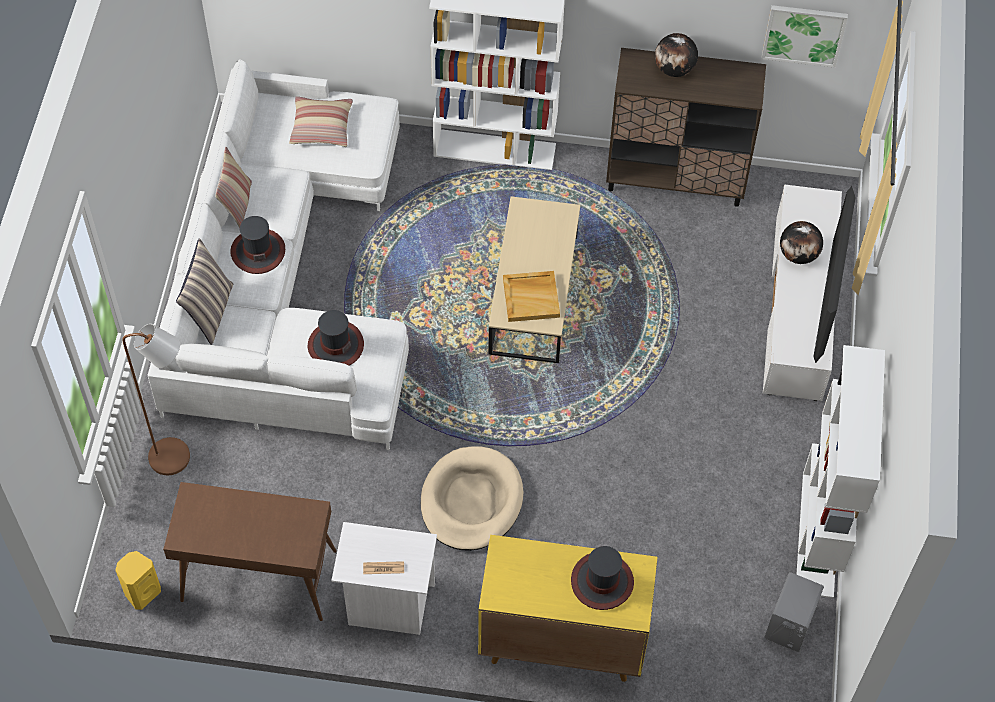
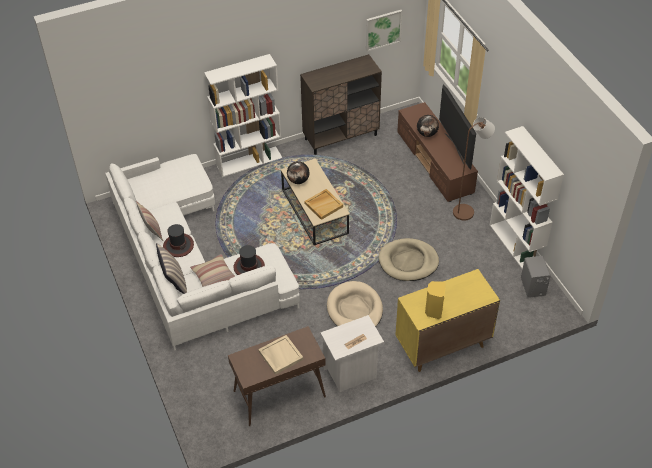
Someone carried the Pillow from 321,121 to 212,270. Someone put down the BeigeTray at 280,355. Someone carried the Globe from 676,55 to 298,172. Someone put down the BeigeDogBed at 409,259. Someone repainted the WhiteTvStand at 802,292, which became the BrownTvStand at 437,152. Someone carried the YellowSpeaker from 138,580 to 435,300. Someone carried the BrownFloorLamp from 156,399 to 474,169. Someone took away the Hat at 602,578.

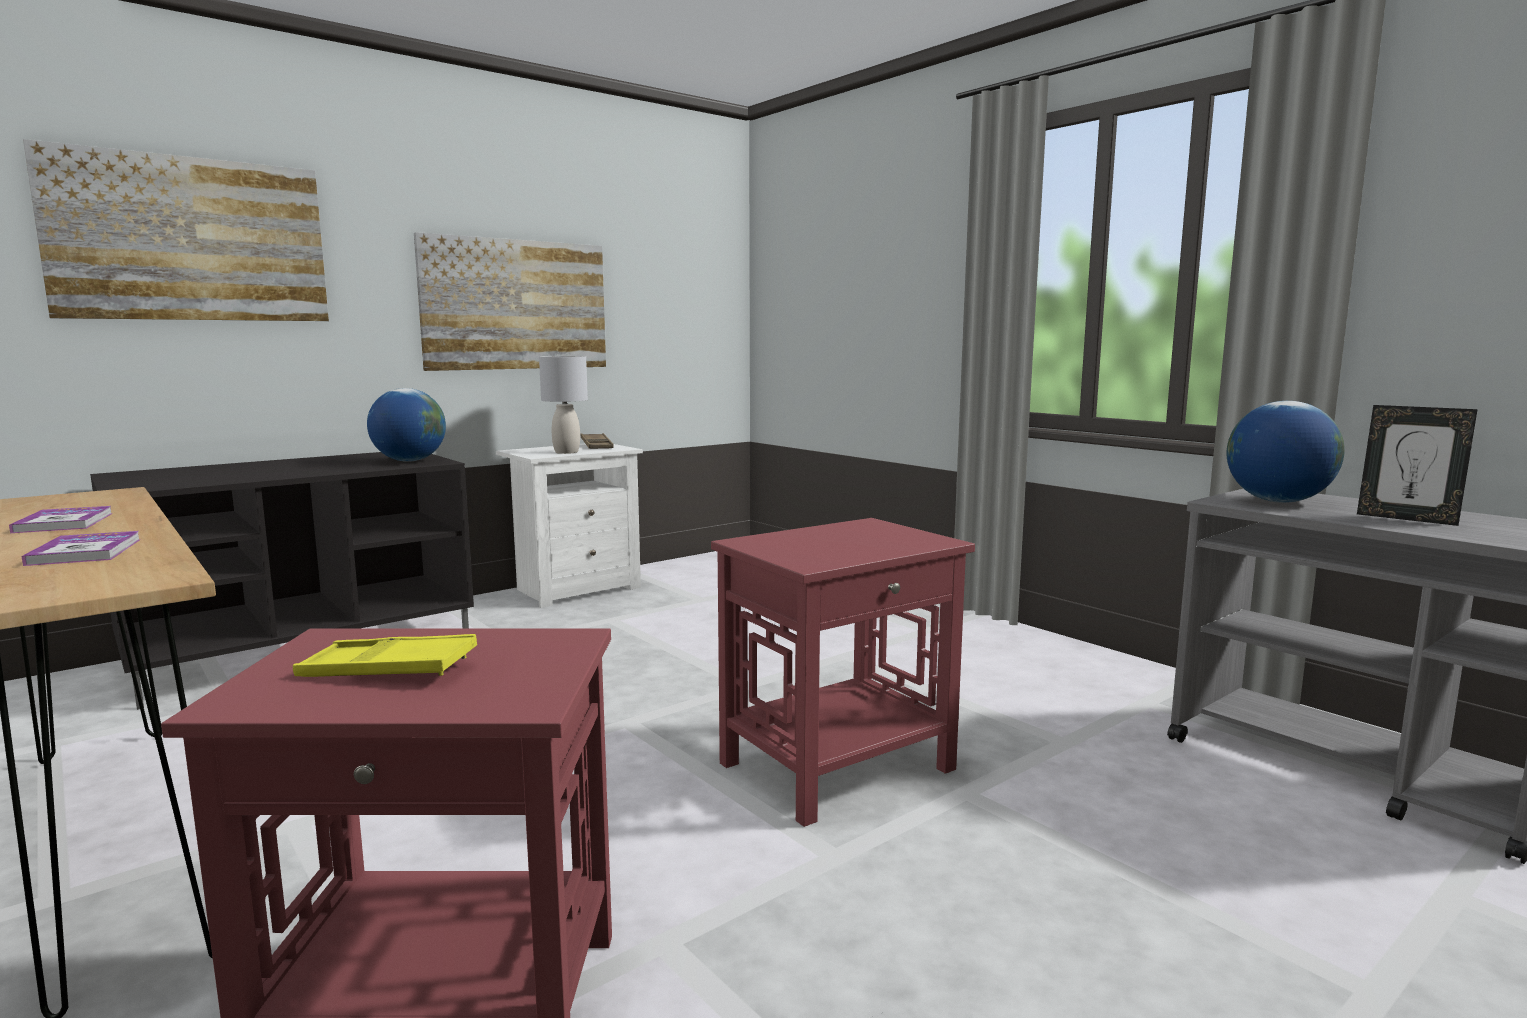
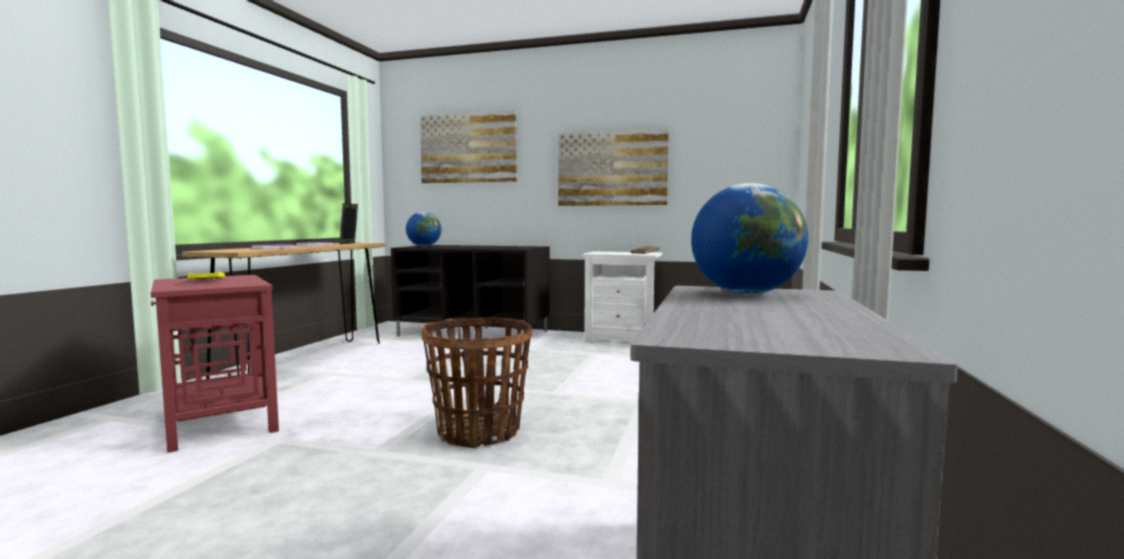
Someone carried the PictureFrame from 1417,465 to 349,223. Someone carried the Globe from 406,425 to 423,229. Someone swapped the RedSideTable at 843,672 for the Basket at 476,383. Someone took away the GreyTableLamp at 563,405.

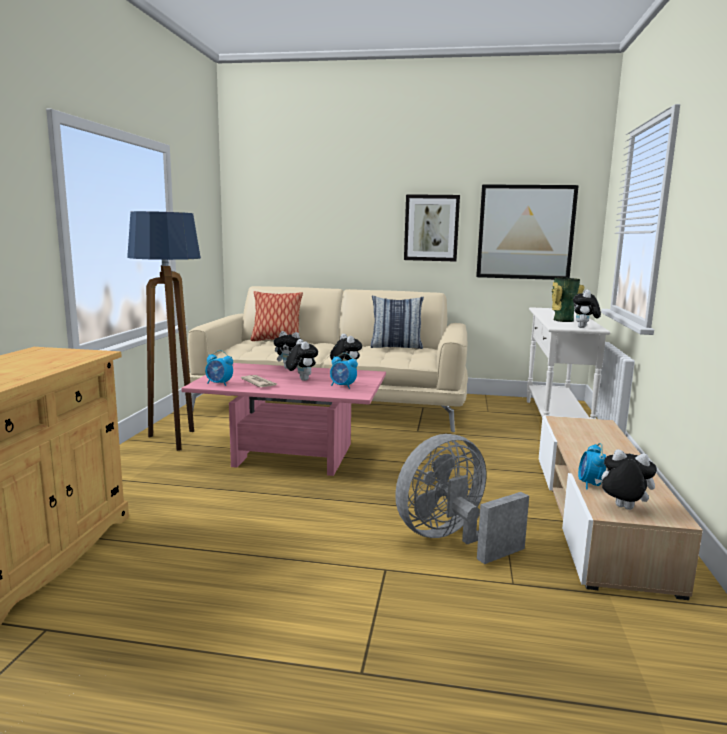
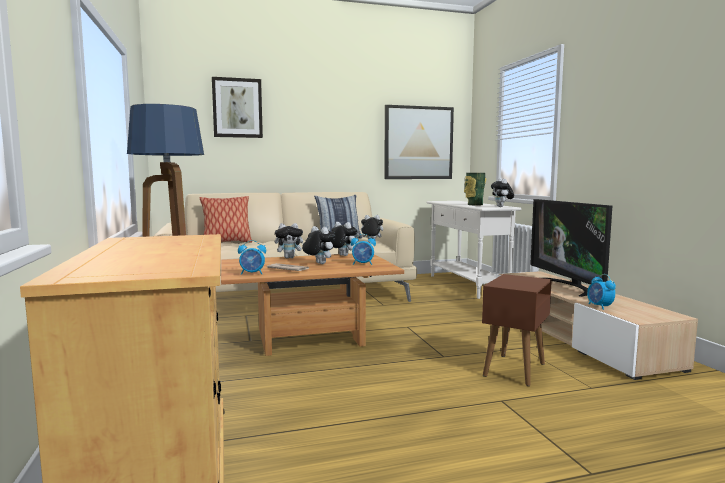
Someone carried the Picture from 432,228 to 237,107. Someone repainted the PinkCoffeeTable at 283,419, which became the BrownCoffeeTable at 312,305. Someone carried the PlushToy from 625,479 to 370,228. Someone swapped the GreyFan at 462,499 for the BrownSideTable at 517,330. Someone put down the Television at 571,248.

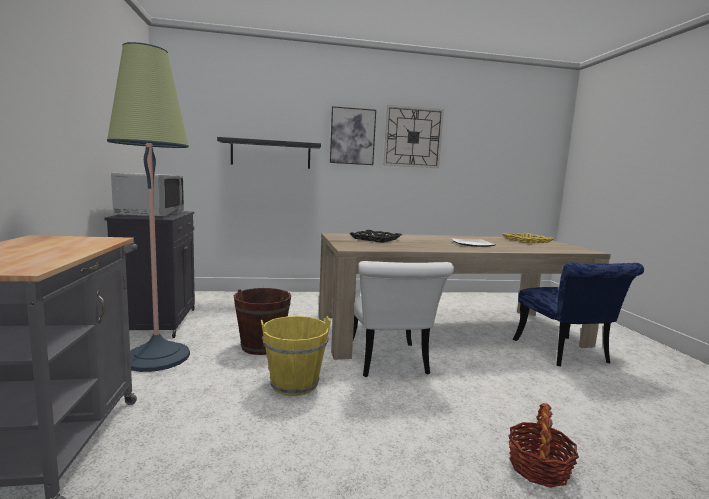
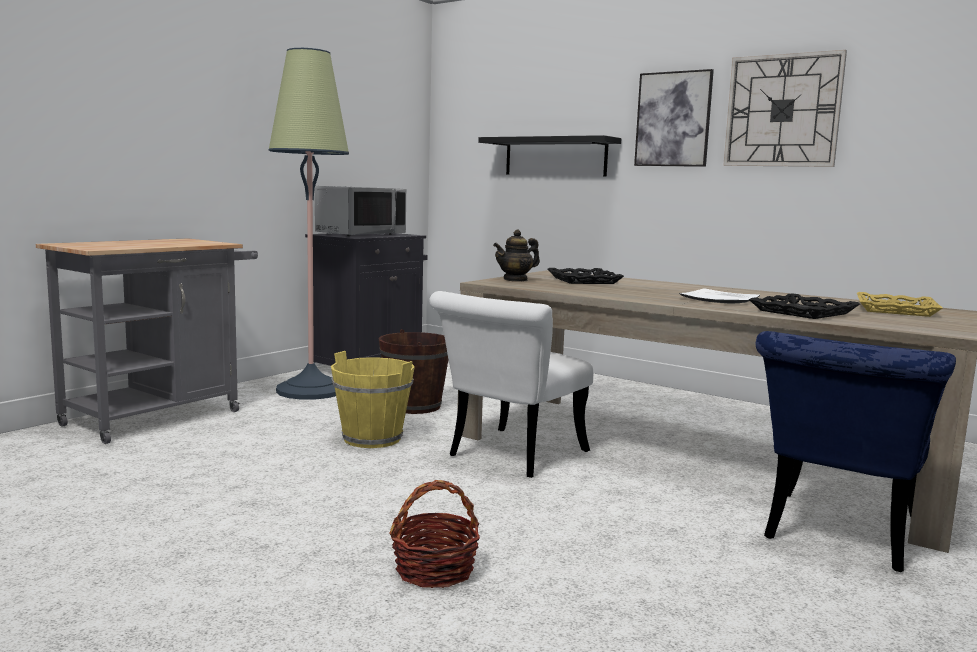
Someone put down the Teapot at 516,255. Someone put down the BlackTray at 804,306.

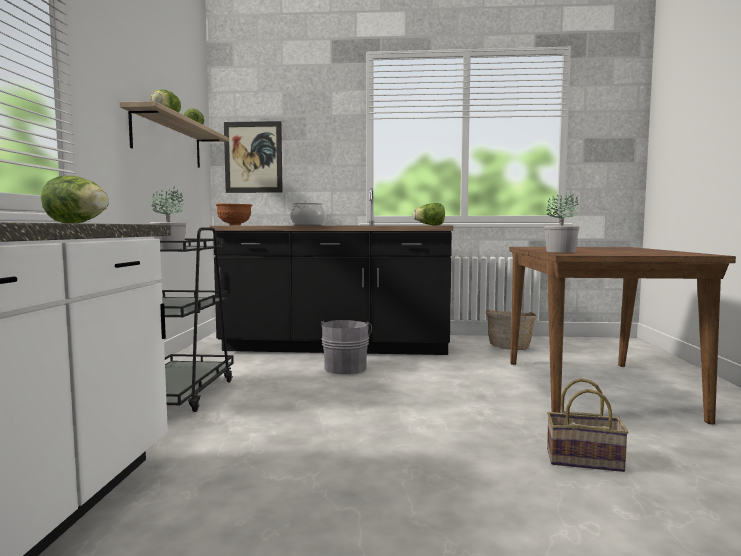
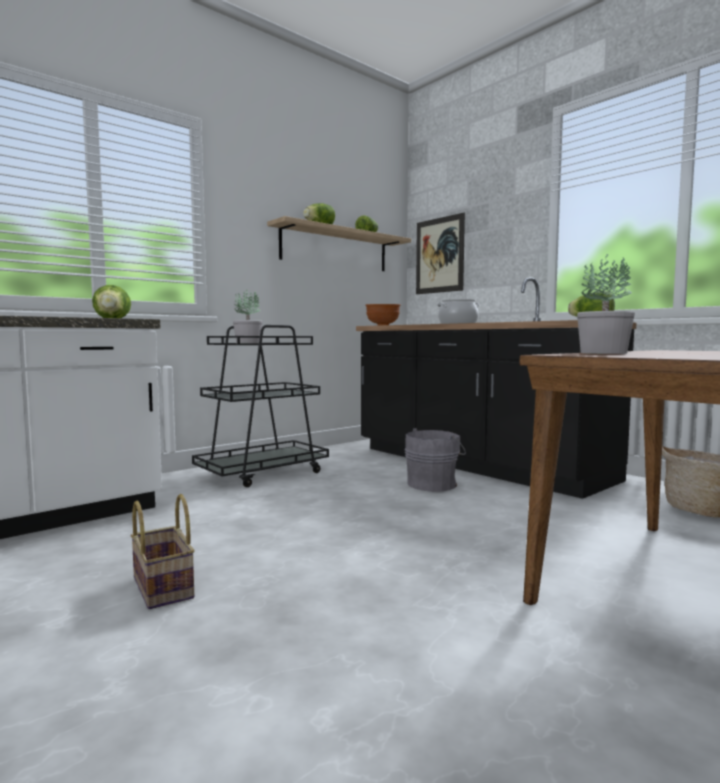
Someone carried the Basket from 588,425 to 163,551.

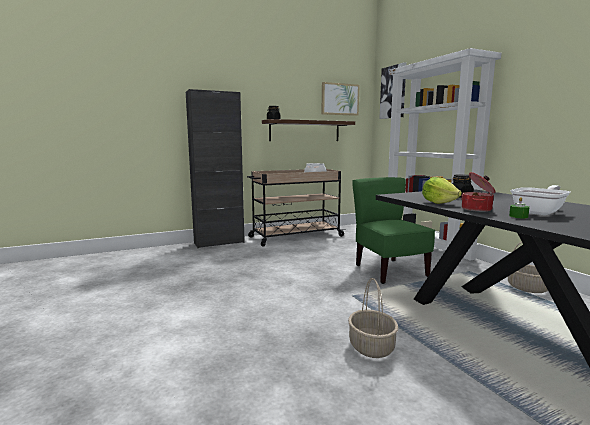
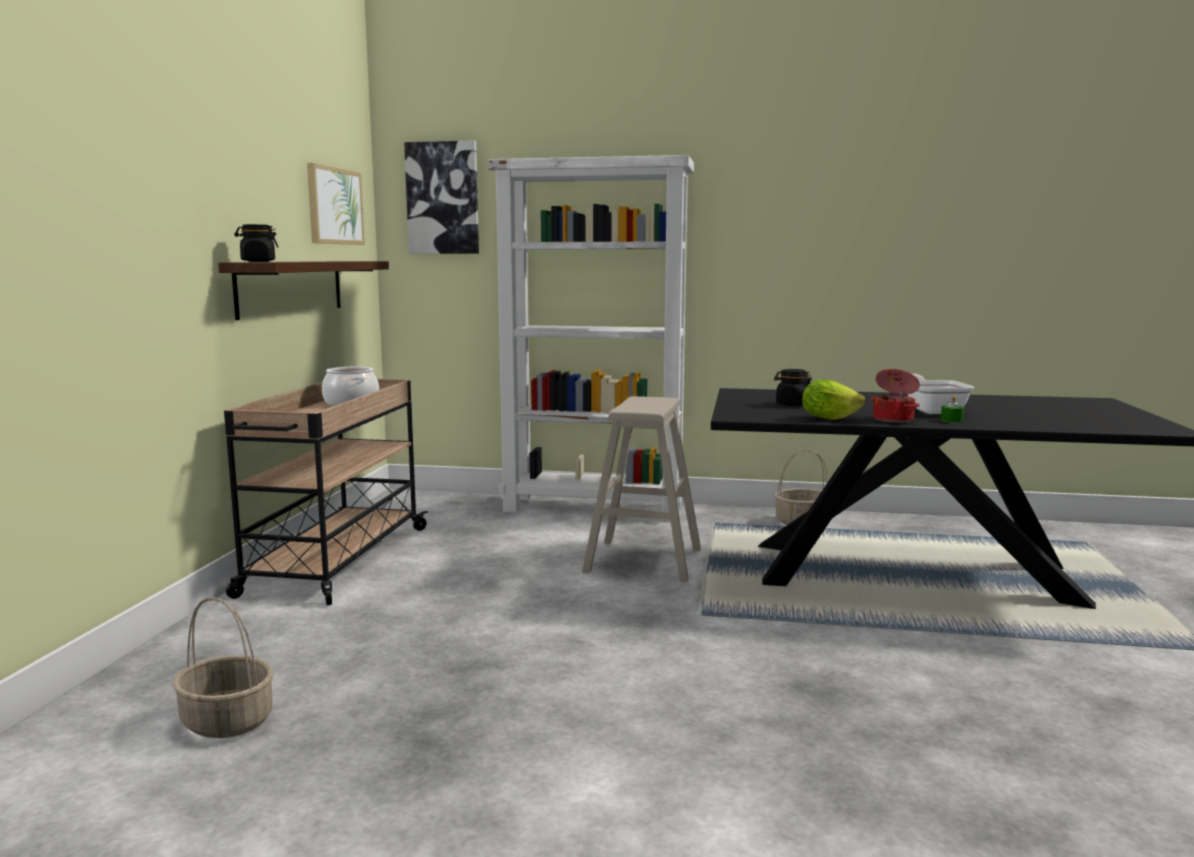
Someone carried the Basket from 373,318 to 223,667. Someone swapped the GreenChair at 393,230 for the BeigeStool at 641,489. Someone took away the BlackCabinet at 215,168.

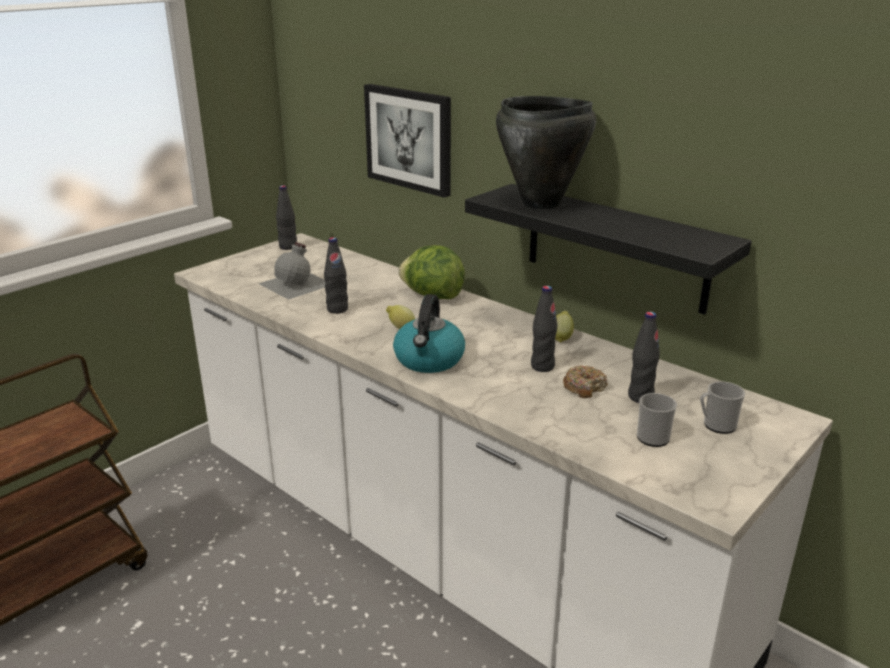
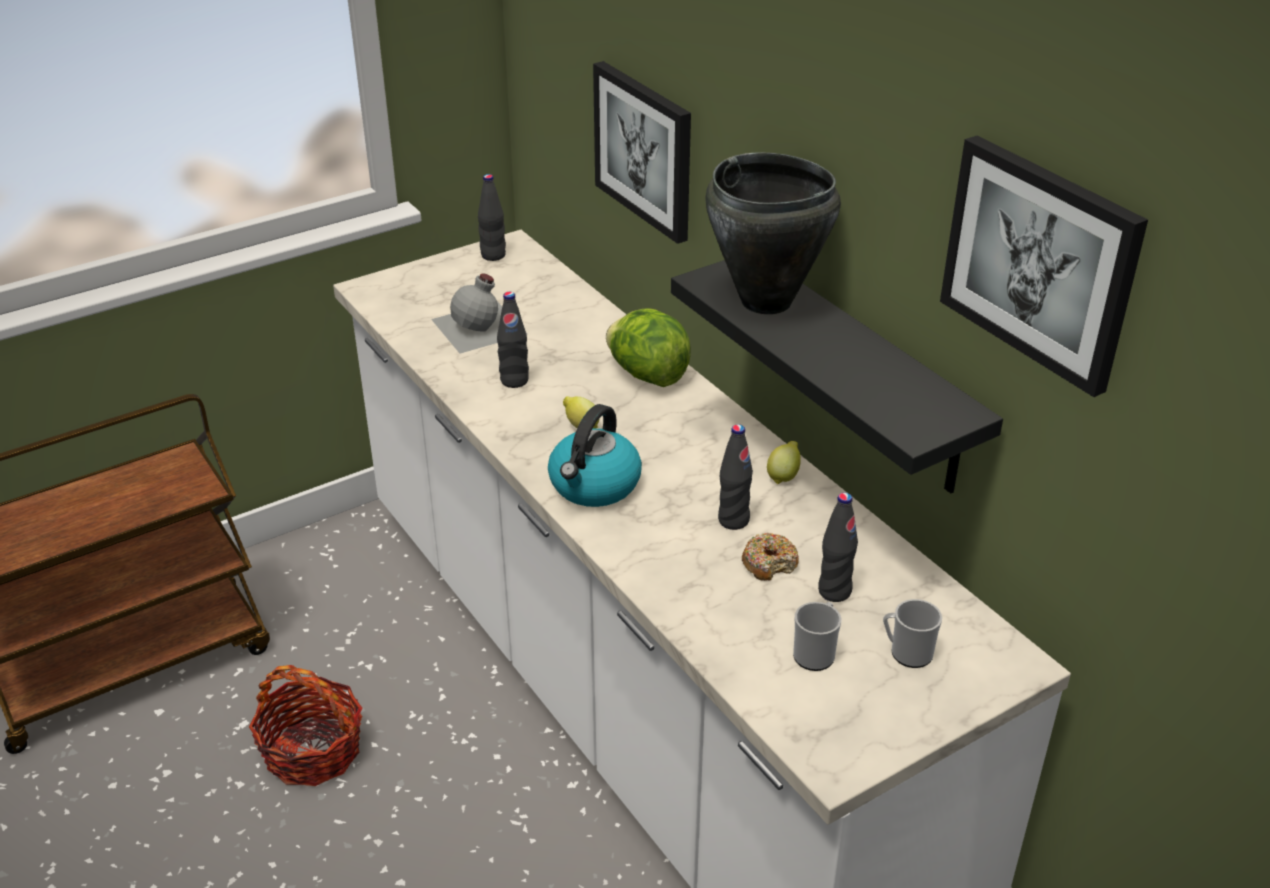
Someone put down the Basket at 306,725. Someone put up the Picture at 1044,266.

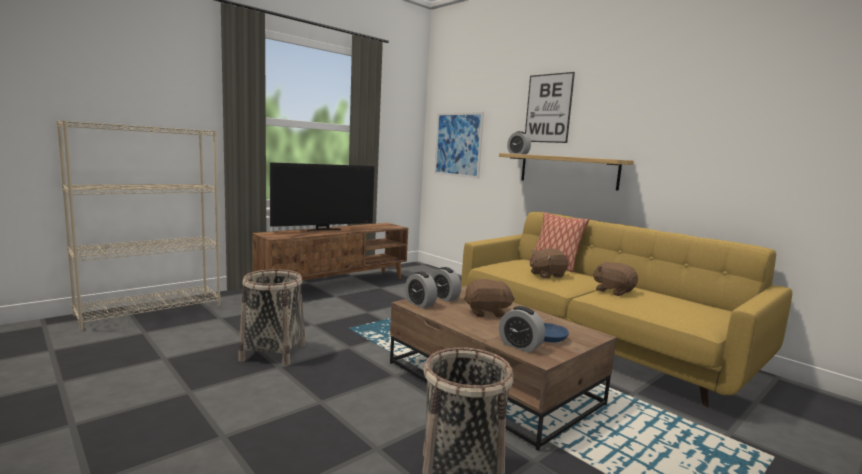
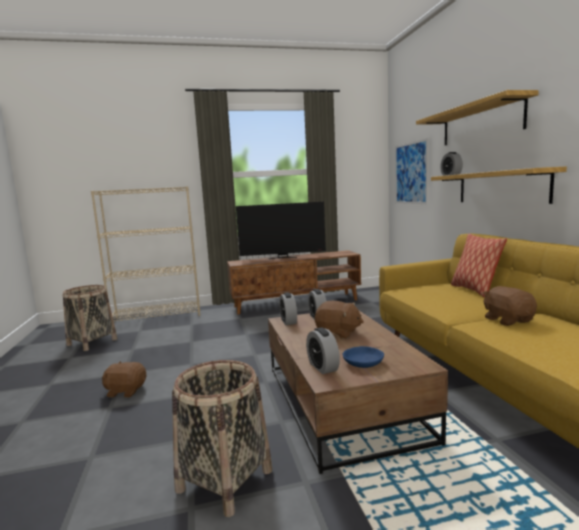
Someone carried the Basket from 271,317 to 89,318. Someone carried the BrownPlushToy from 549,263 to 124,379. Someone swapped the Picture at 550,107 for the Shelf at 477,117.

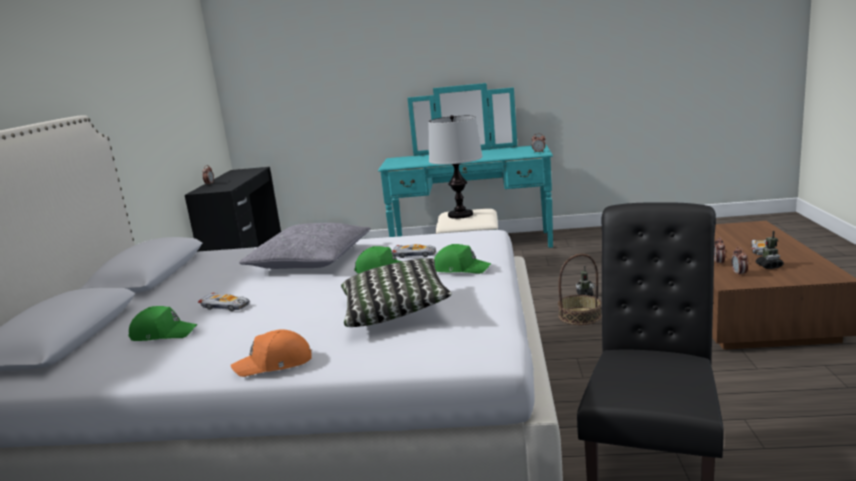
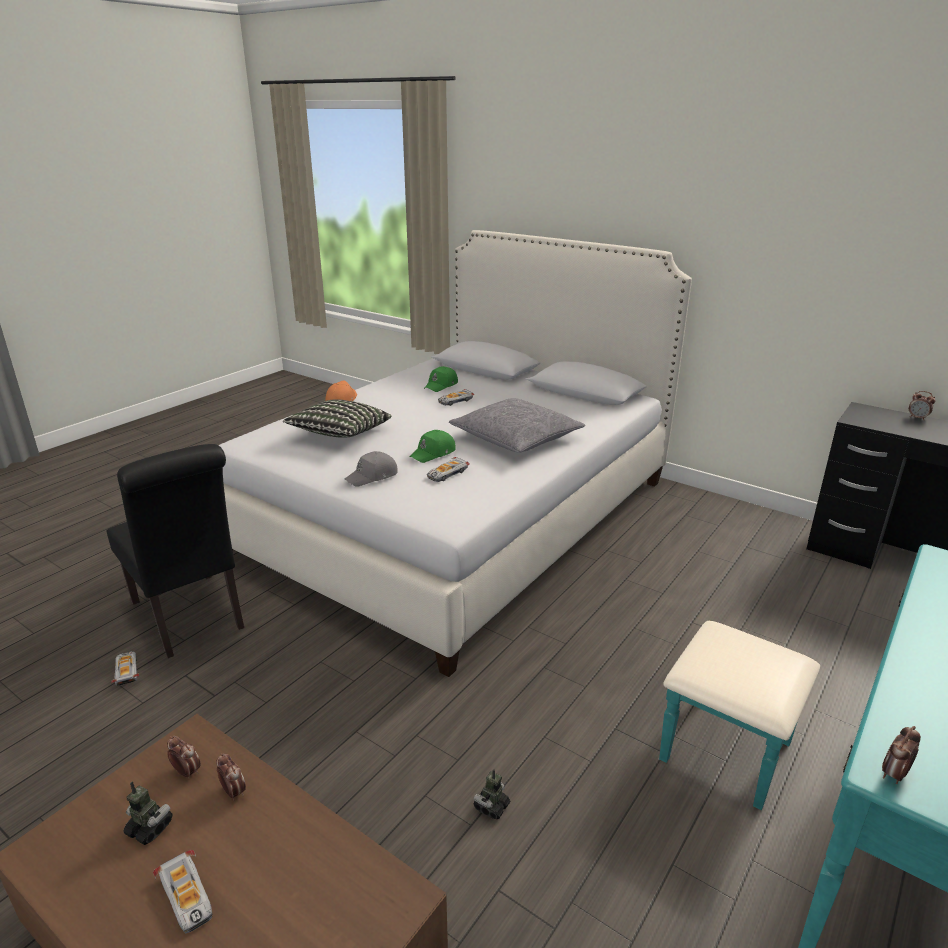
Someone put down the ToyCar at 125,668. Someone repainted the GreenCap at 462,259, which became the GreyCap at 371,469. Someone took away the TableLamp at 455,167. Someone took away the Basket at 580,289.

